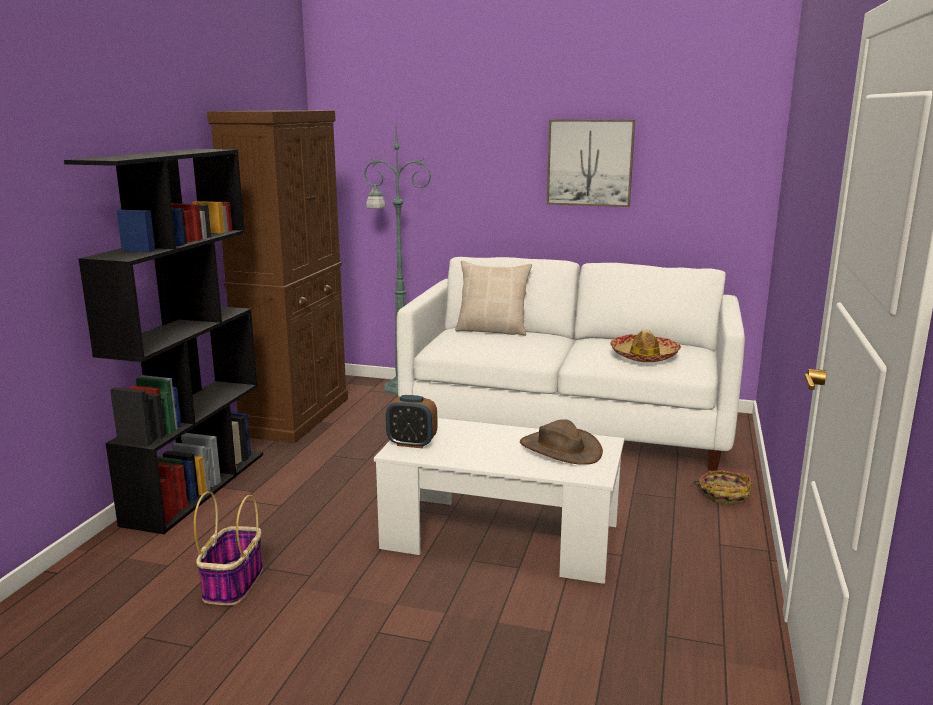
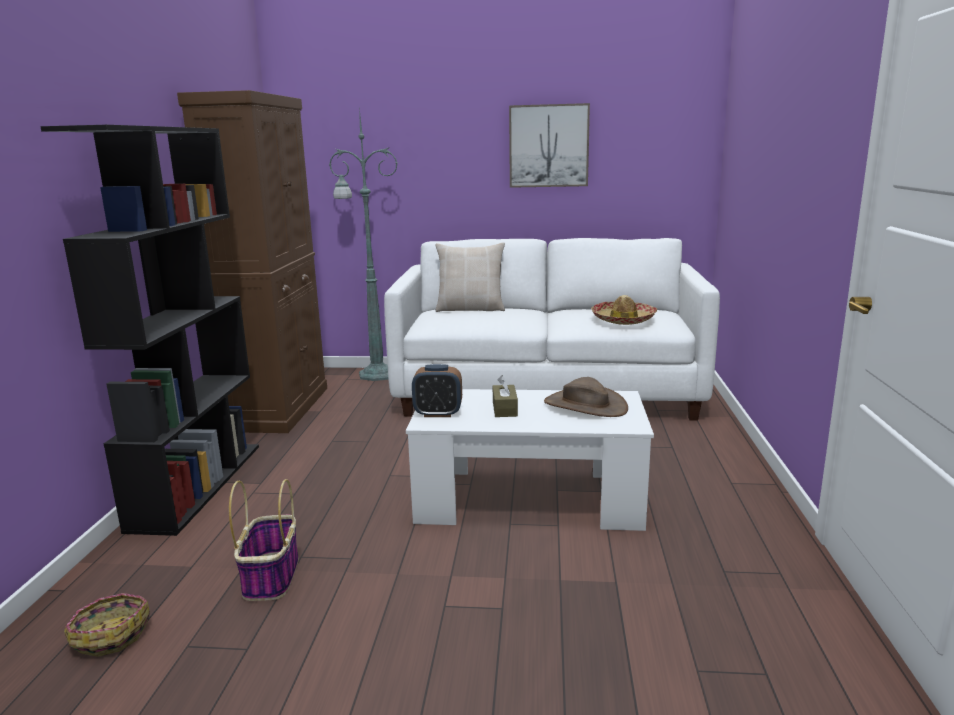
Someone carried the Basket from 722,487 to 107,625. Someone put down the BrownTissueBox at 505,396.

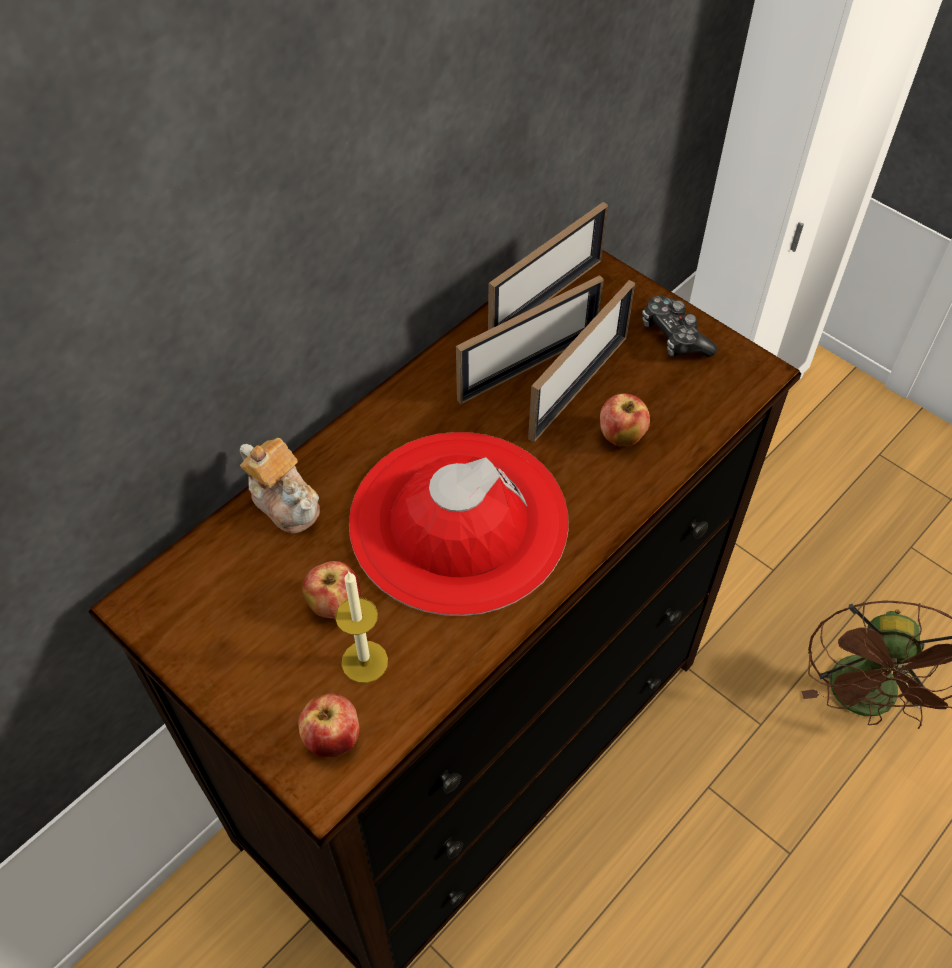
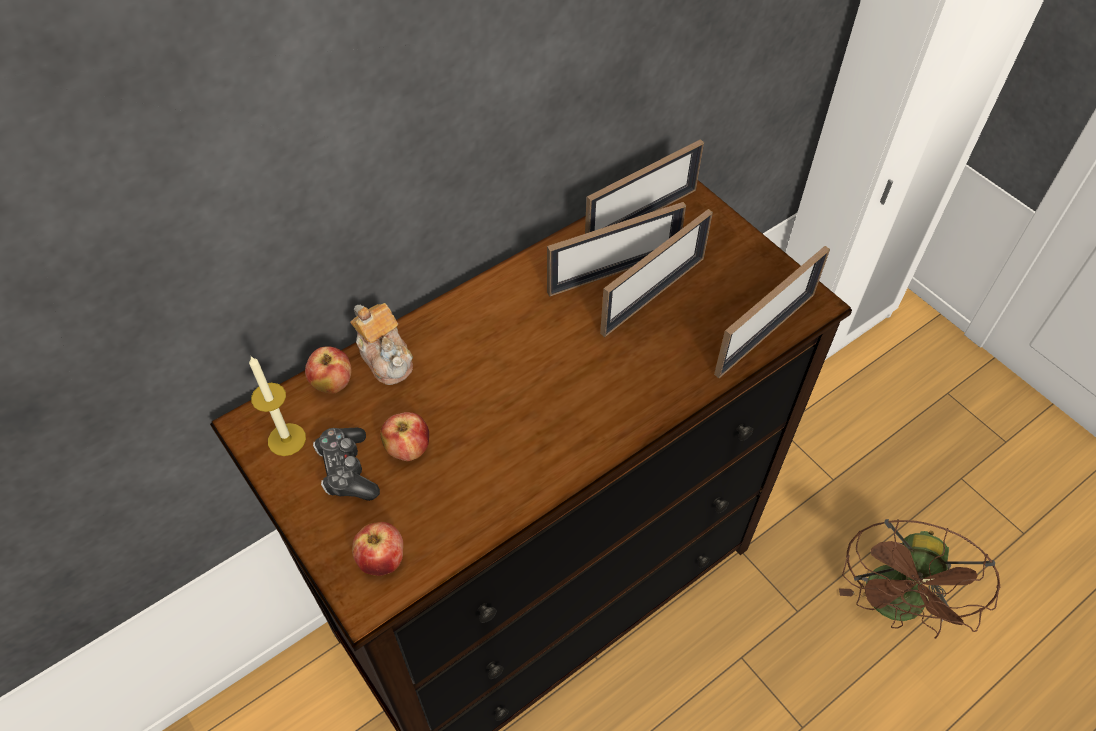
Someone carried the Candle from 361,627 to 277,406. Someone carried the Apple from 625,420 to 328,370. Someone carried the GameController from 680,326 to 346,464. Someone put down the PictureFrame at 772,312. Someone took away the RedHat at 459,524.

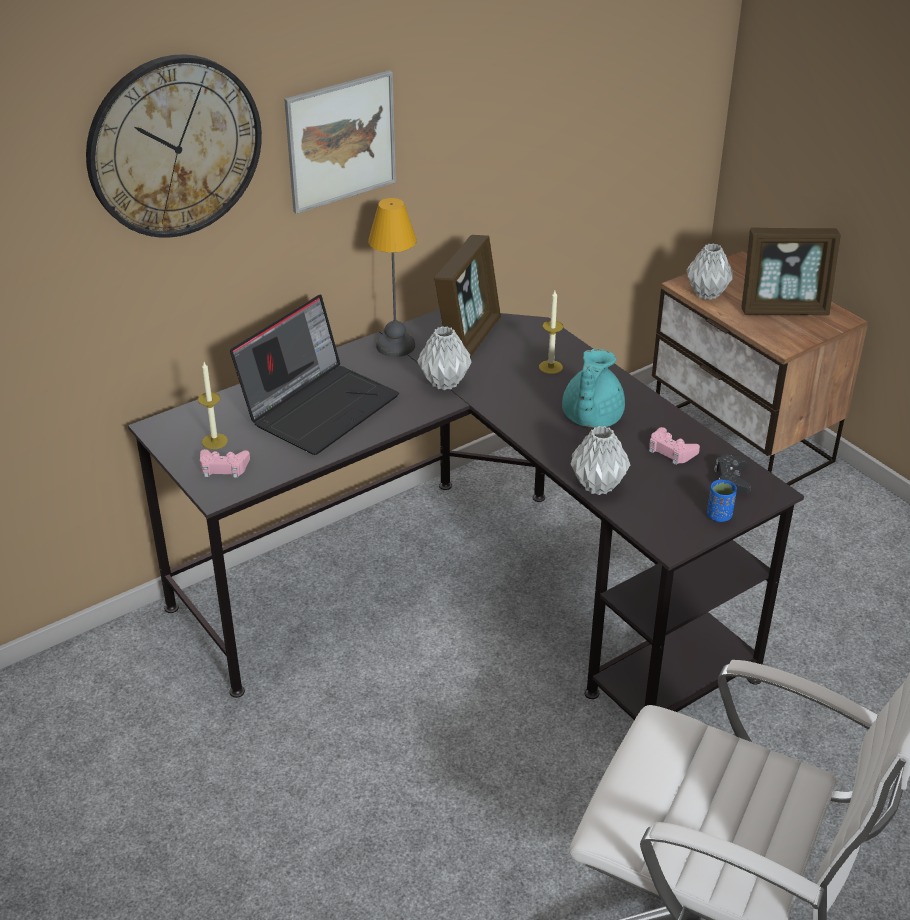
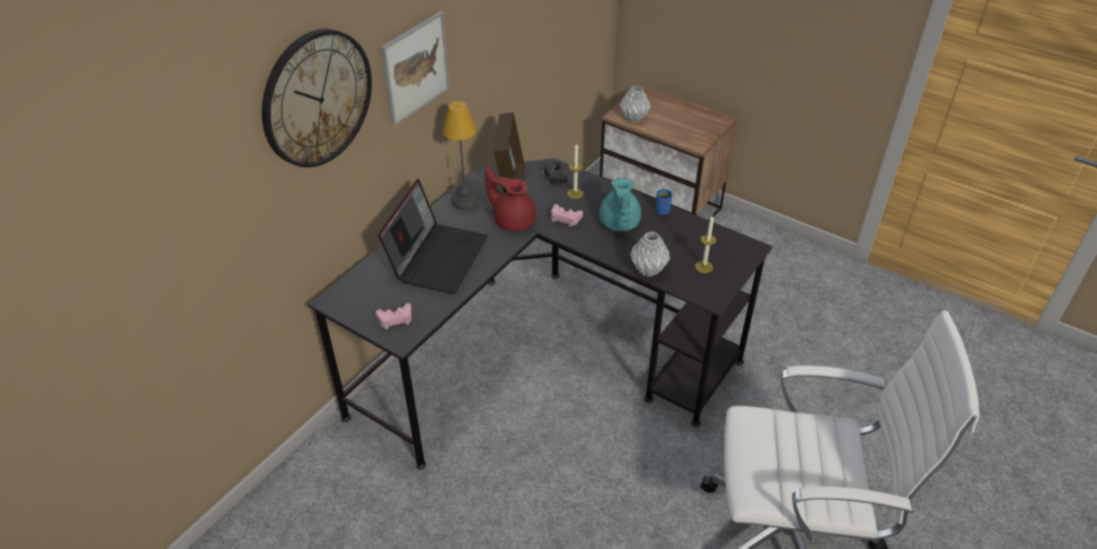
Someone swapped the GreyVase at 444,358 for the RedTeapot at 510,198. Someone carried the BlackGameController from 732,474 to 554,173. Someone carried the PinkGameController from 674,446 to 567,215. Someone carried the BlueCup from 722,500 to 663,202. Someone carried the Candle from 213,405 to 705,244. Someone took away the PictureFrame at 791,271.

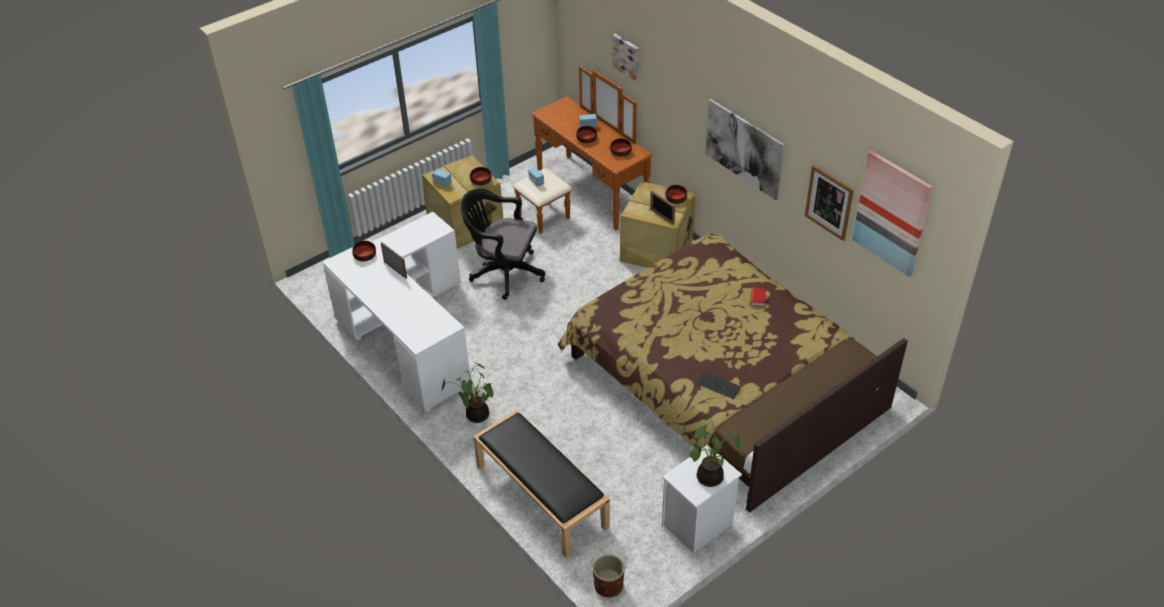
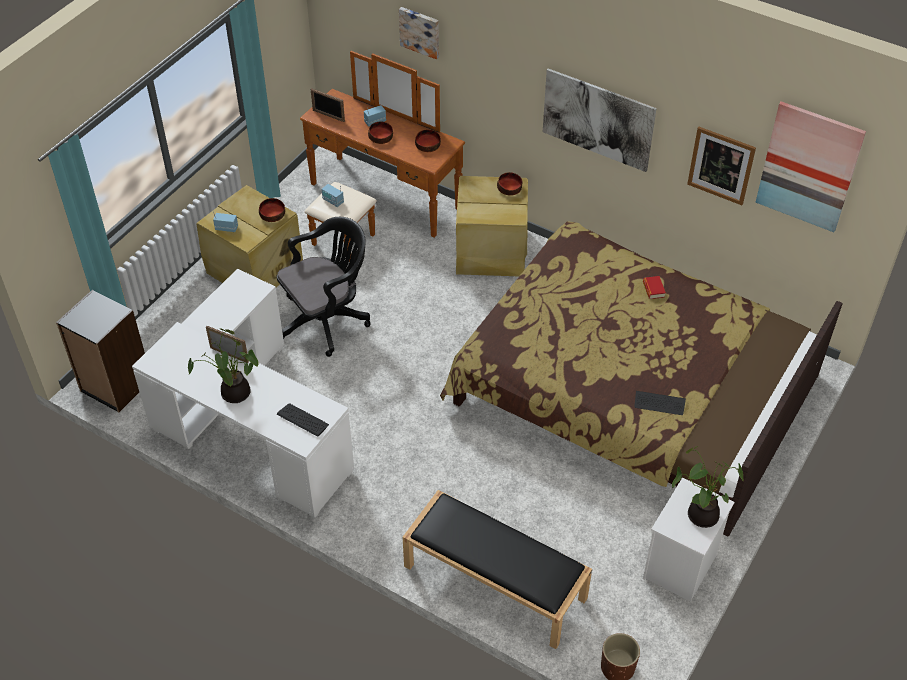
Someone put down the BlackBookcase at 100,351. Someone carried the PottedPlant from 467,392 to 223,366. Someone rotated the BlackOfficeChair at 502,244 by 150 degrees clockwise. Someone put down the Keyboard at 303,420. Someone carried the PictureFrame from 662,207 to 328,105. Someone took away the Bowl at 364,251.

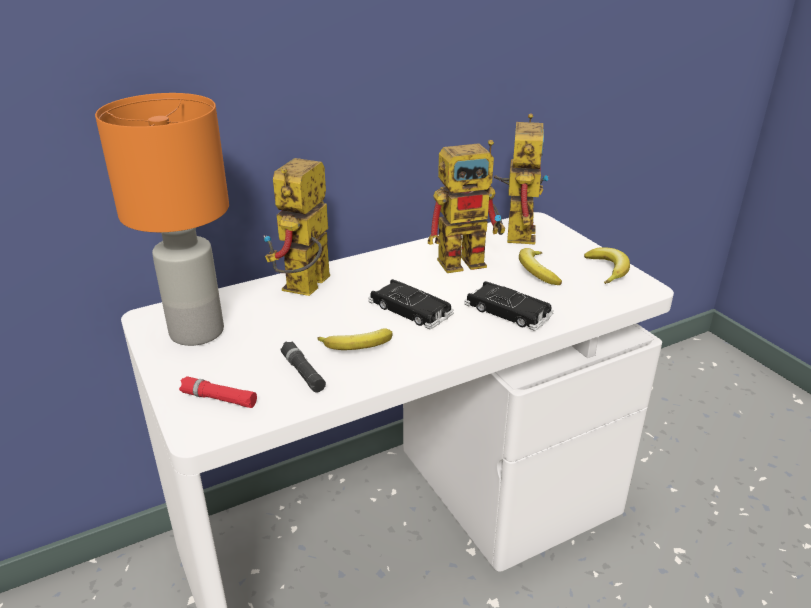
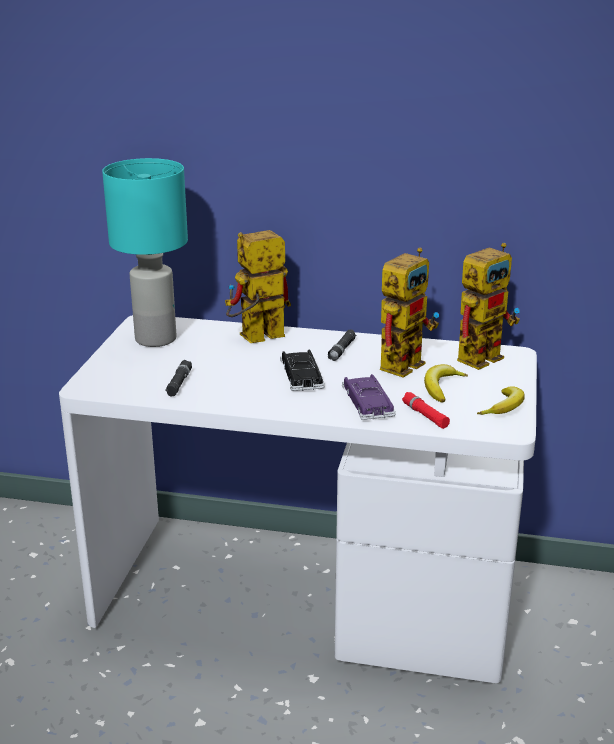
Someone repainted the OrangeTableLamp at 162,219, which became the TurquoiseTableLamp at 145,252. Someone put down the BlackFlashlight at 342,345. Someone repainted the BlackToyCar at 509,306, which became the PurpleToyCar at 369,397. Someone rotated the ToyRobot at 466,206 by 75 degrees counterclockwise. Someone carried the RedFlashlight from 218,392 to 426,410. Someone took away the Banana at 355,339.

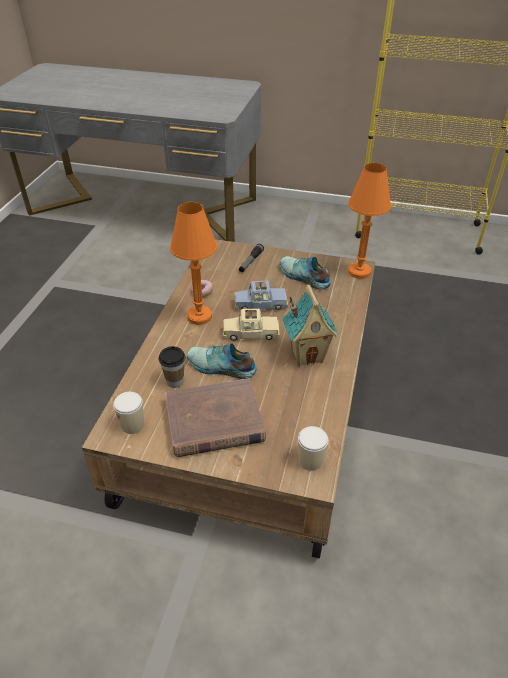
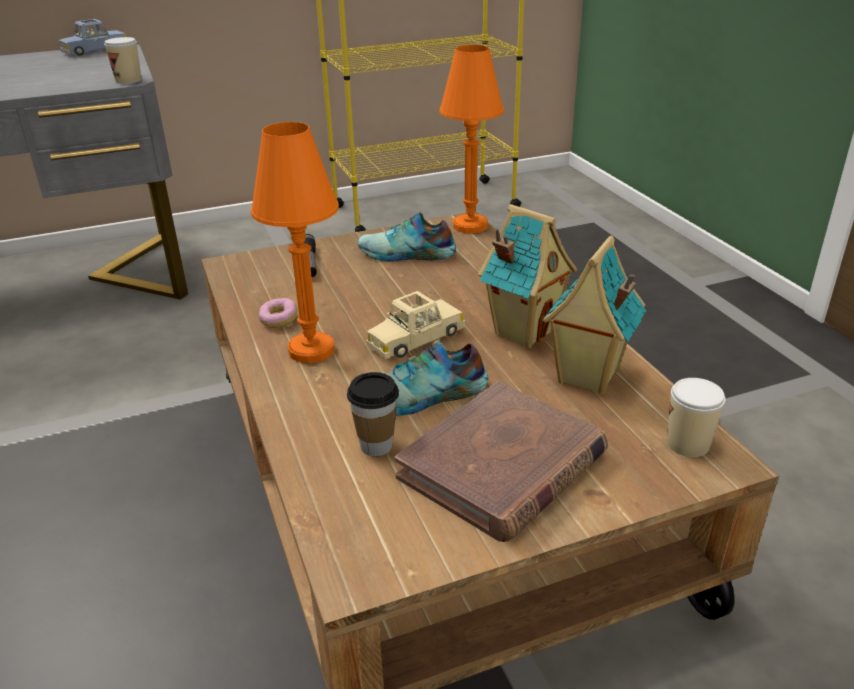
Someone carried the BlueToyCar from 261,296 to 92,37. Someone carried the Cup from 128,413 to 122,60. Someone put down the ToyHouse at 594,315.

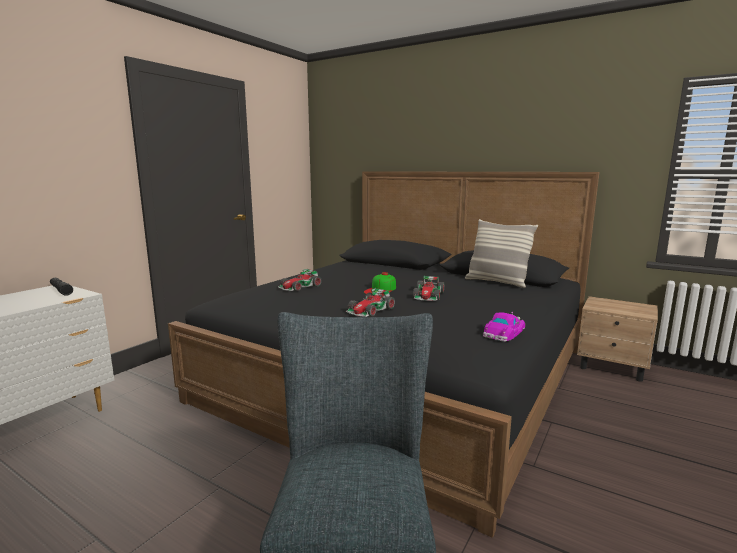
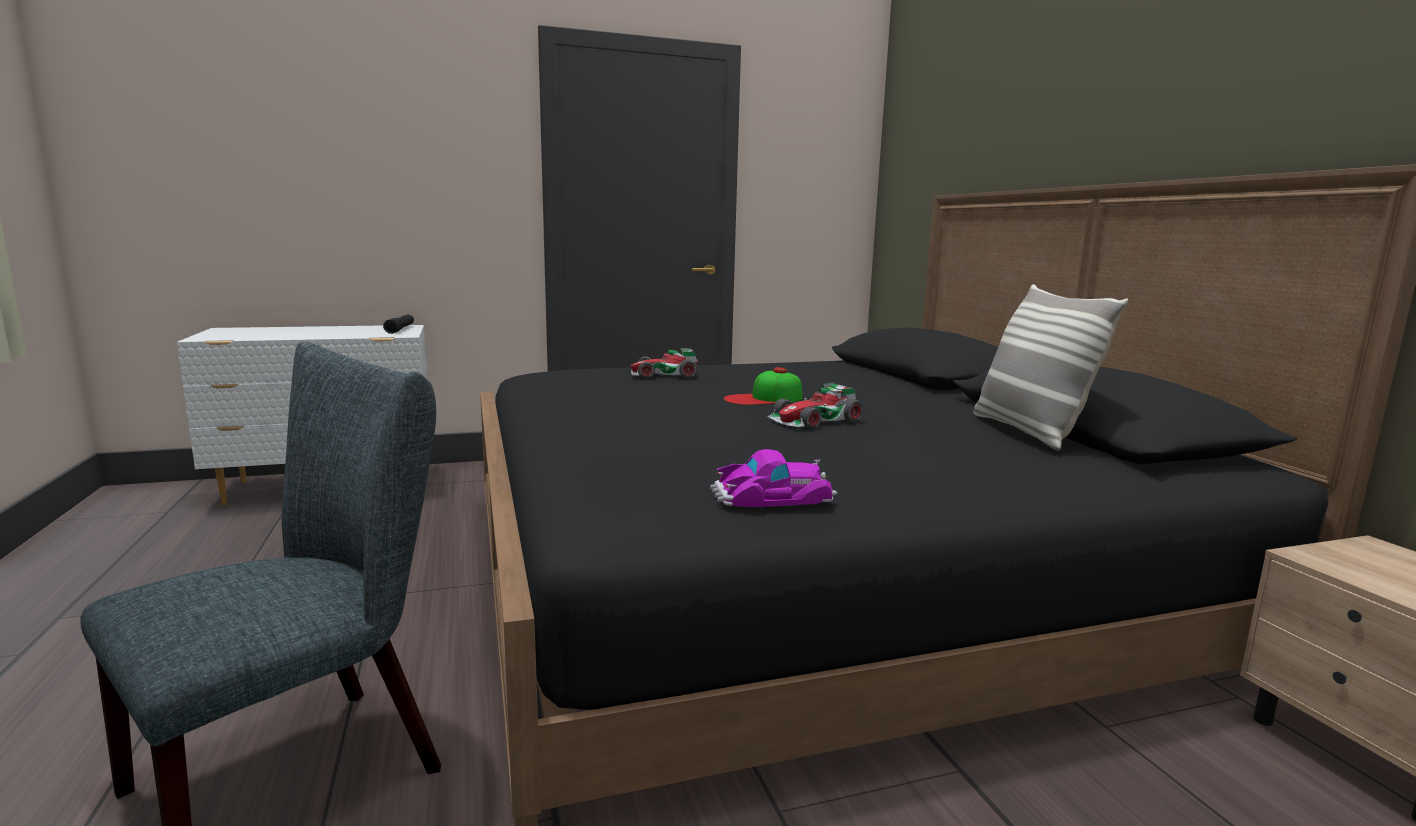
Someone took away the ToyCar at 370,302.

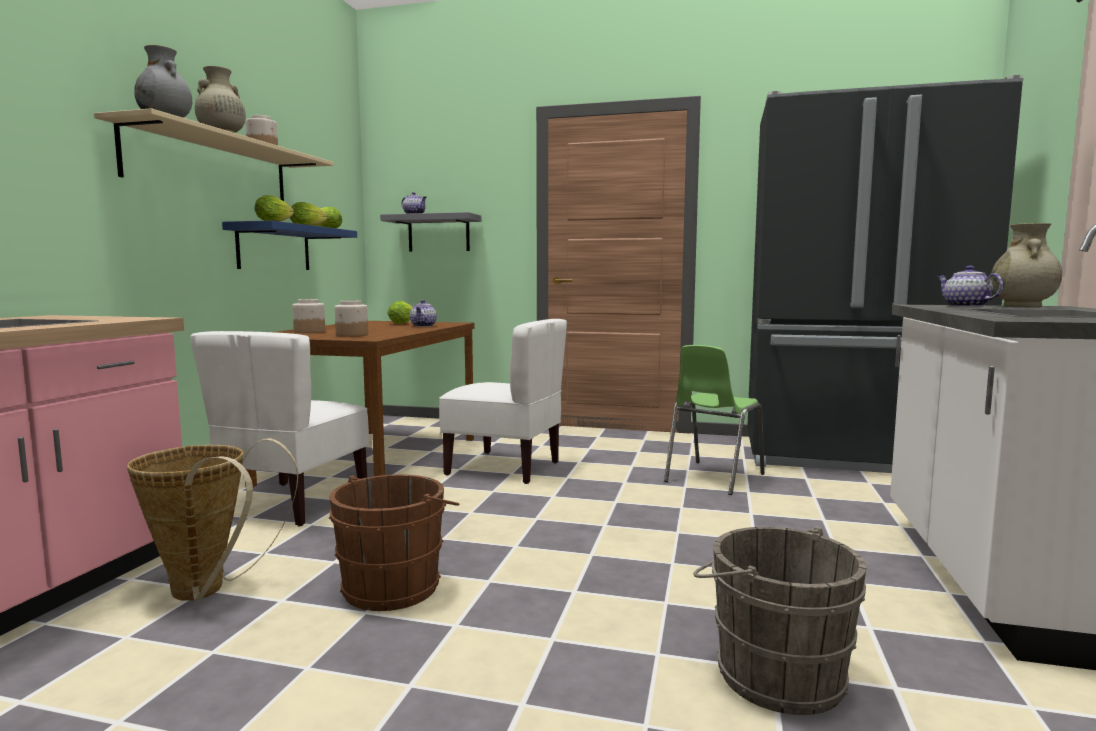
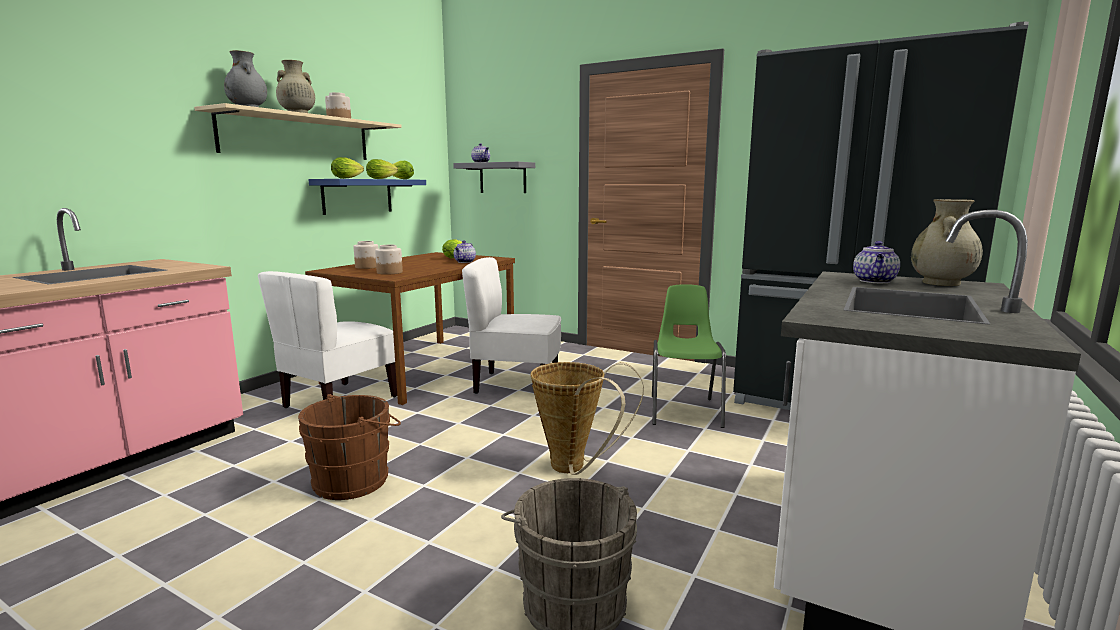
Someone rotated the WhiteChair at 503,401 by 150 degrees clockwise. Someone carried the Basket from 212,519 to 587,418. Someone rotated the GreenChair at 714,420 by 135 degrees clockwise. Someone rotated the Teapot at 970,286 by 150 degrees counterclockwise.

